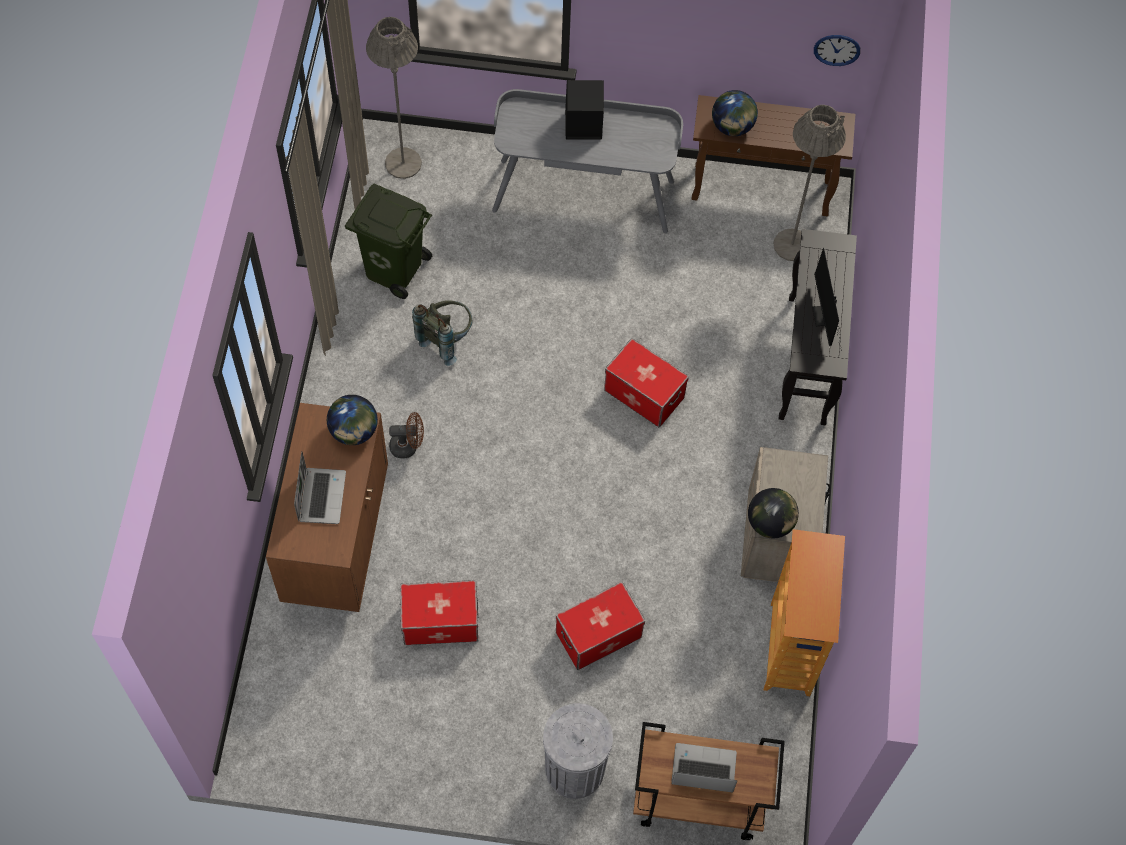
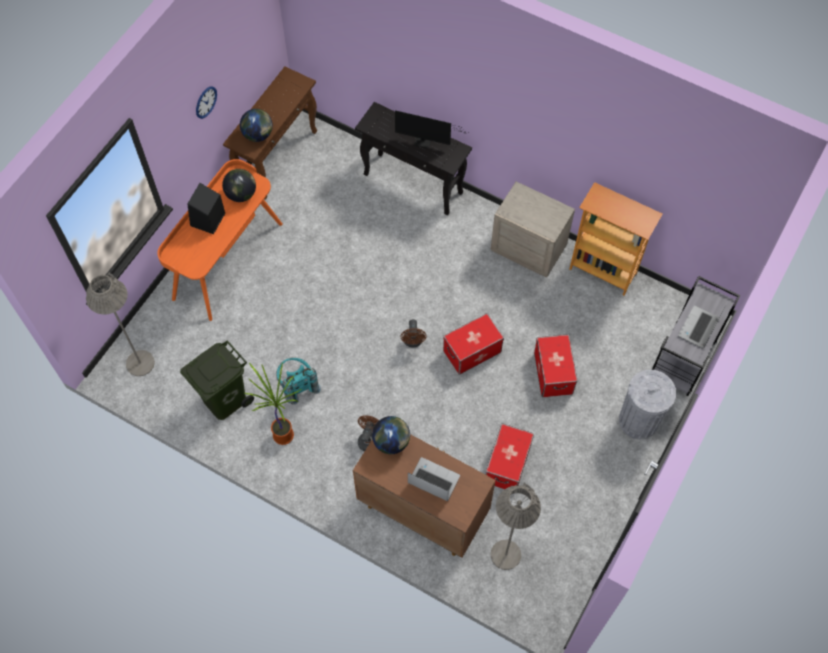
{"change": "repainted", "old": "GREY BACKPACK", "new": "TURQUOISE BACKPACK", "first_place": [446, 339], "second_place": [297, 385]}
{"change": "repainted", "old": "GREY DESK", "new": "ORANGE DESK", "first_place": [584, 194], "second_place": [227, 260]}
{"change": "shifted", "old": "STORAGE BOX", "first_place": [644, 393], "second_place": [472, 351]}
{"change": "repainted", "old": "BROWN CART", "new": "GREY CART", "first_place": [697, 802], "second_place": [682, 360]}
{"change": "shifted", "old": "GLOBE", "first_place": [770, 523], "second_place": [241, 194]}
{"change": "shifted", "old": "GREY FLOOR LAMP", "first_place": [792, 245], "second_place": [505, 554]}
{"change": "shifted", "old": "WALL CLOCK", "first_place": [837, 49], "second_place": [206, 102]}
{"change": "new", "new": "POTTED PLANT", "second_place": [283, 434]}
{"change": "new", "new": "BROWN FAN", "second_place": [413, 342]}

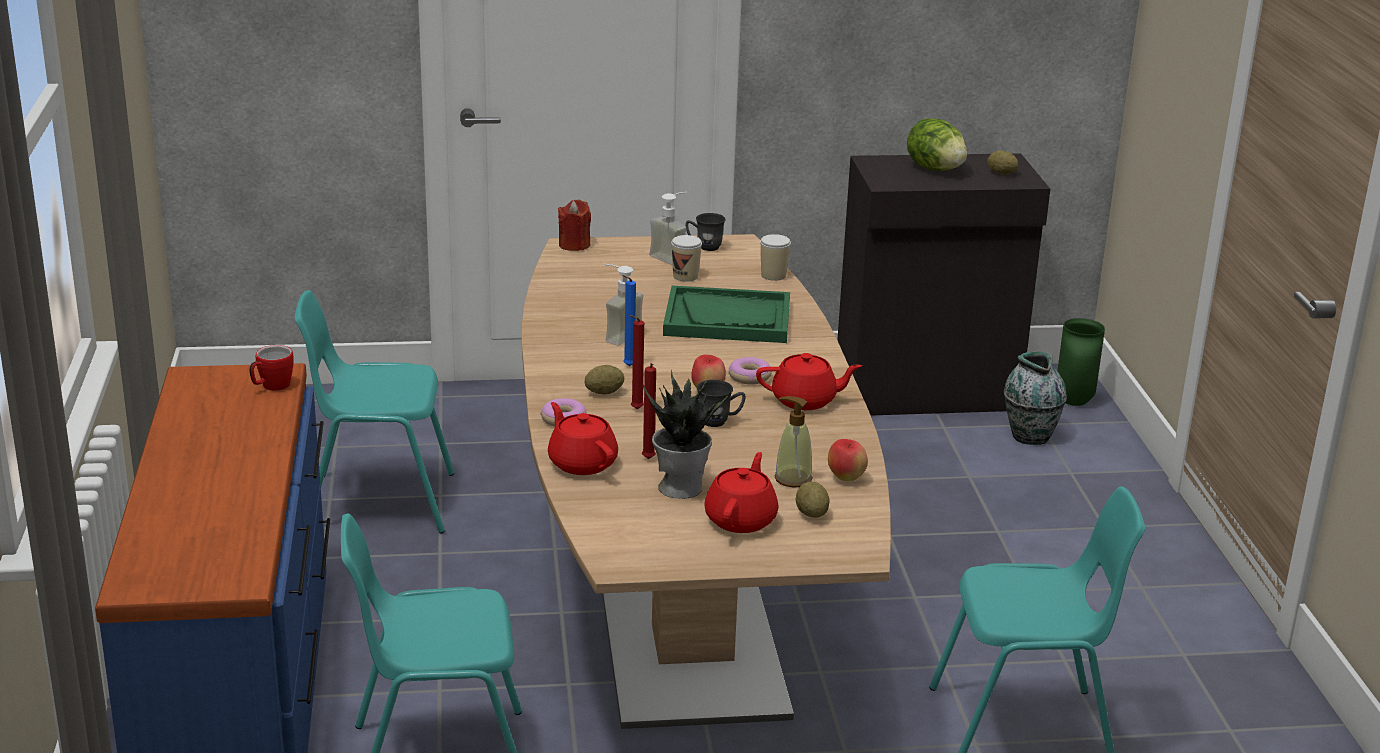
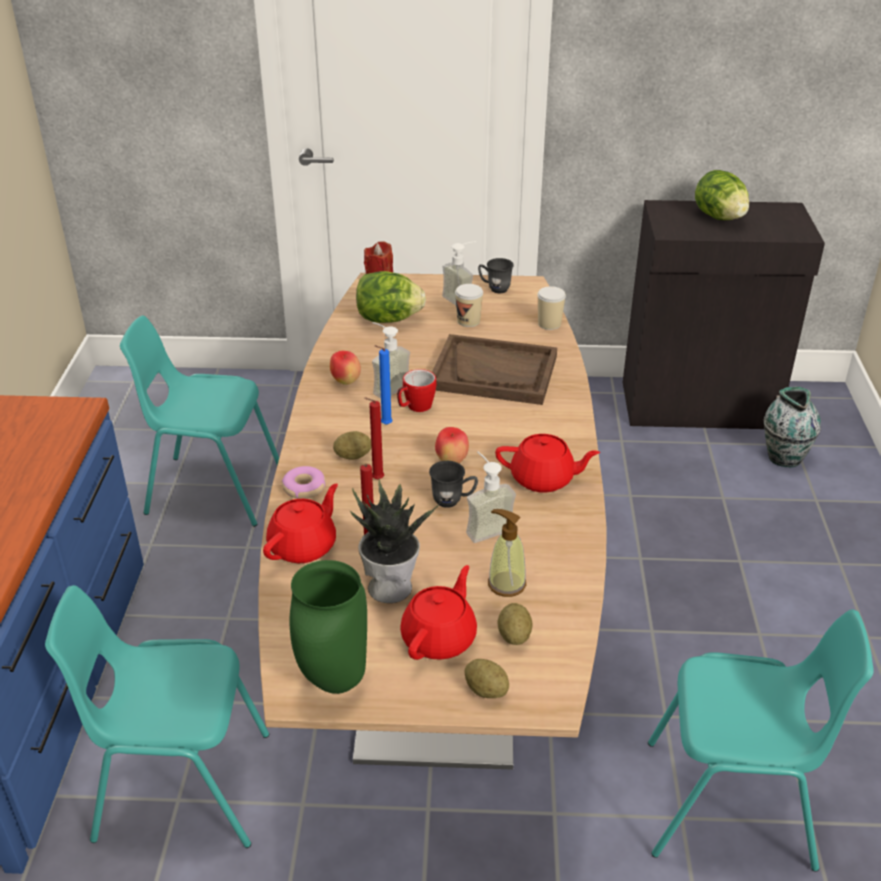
{"change": "shifted", "old": "MUG", "first_place": [271, 387], "second_place": [415, 407]}
{"change": "rotated", "old": "RED TEAPOT", "first_place": [582, 463], "second_place": [304, 546], "degrees": 60}
{"change": "repainted", "old": "GREEN TRAY", "new": "BROWN TRAY", "first_place": [728, 319], "second_place": [494, 372]}
{"change": "gone", "old": "DONUT", "first_place": [749, 377]}
{"change": "shifted", "old": "APPLE", "first_place": [846, 478], "second_place": [346, 381]}
{"change": "shifted", "old": "POTATO", "first_place": [1001, 173], "second_place": [486, 690]}
{"change": "shifted", "old": "GREEN VASE", "first_place": [1072, 401], "second_place": [332, 681]}
{"change": "new", "new": "LETTUCE", "second_place": [388, 319]}
{"change": "new", "new": "SOAP DISPENSER", "second_place": [485, 526]}

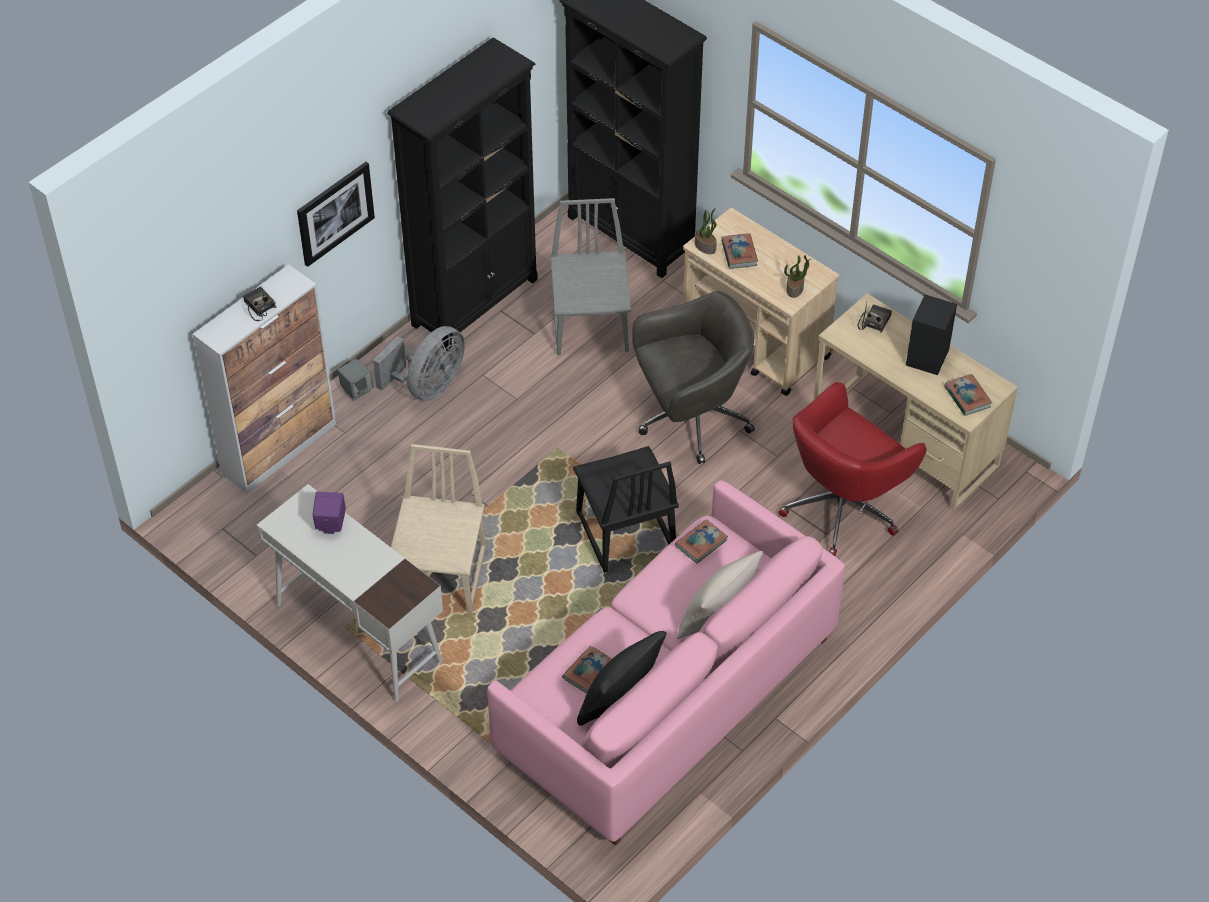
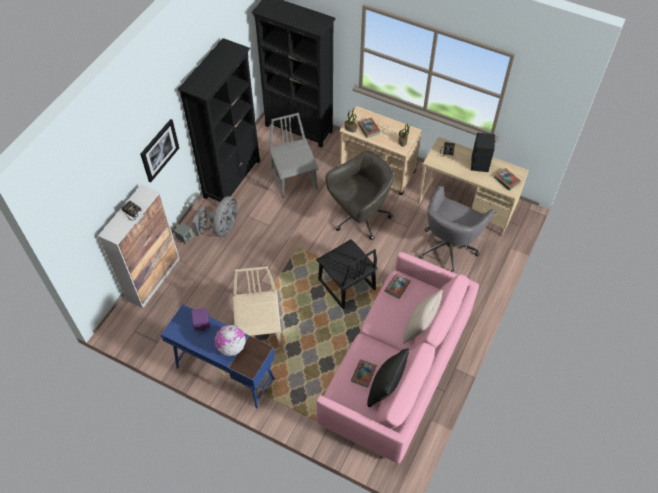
{"change": "repainted", "old": "WHITE DESK", "new": "BLUE DESK", "first_place": [358, 632], "second_place": [224, 373]}
{"change": "repainted", "old": "RED OFFICE CHAIR", "new": "GREY OFFICE CHAIR", "first_place": [843, 507], "second_place": [449, 247]}
{"change": "new", "new": "GLOBE", "second_place": [231, 347]}

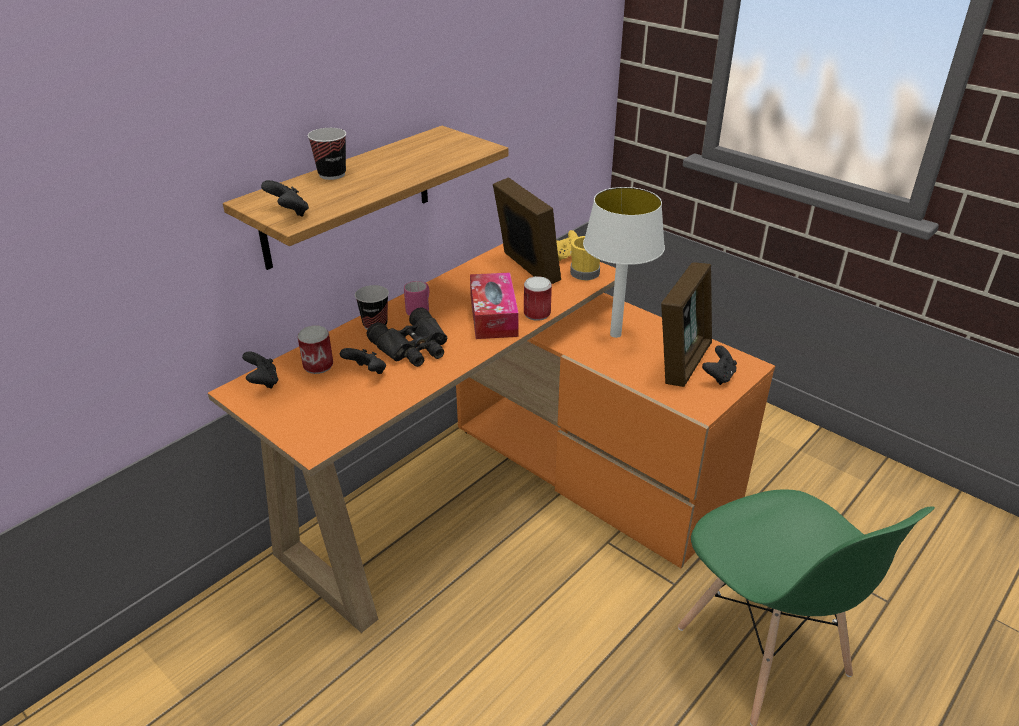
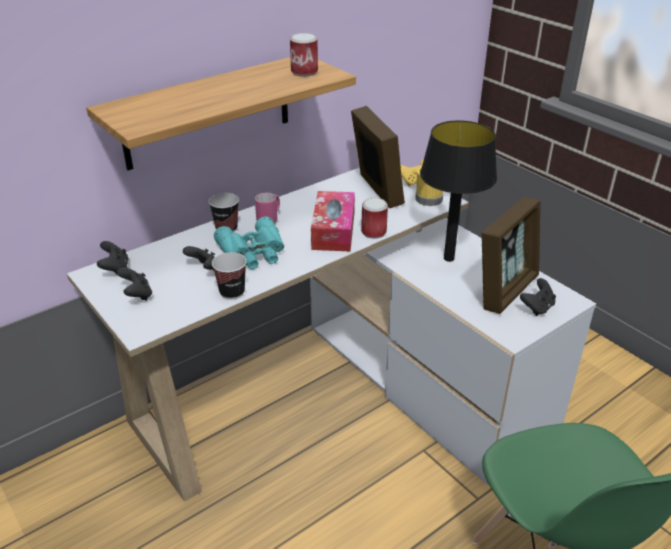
{"change": "repainted", "old": "ORANGE DESK", "new": "WHITE DESK", "first_place": [506, 493], "second_place": [340, 393]}
{"change": "shifted", "old": "BLACK GAME CONTROLLER", "first_place": [289, 213], "second_place": [137, 295]}
{"change": "shifted", "old": "CAN", "first_place": [318, 365], "second_place": [304, 72]}
{"change": "shifted", "old": "CUP", "first_place": [332, 174], "second_place": [232, 292]}
{"change": "repainted", "old": "BLACK BINOCULARS", "new": "TURQUOISE BINOCULARS", "first_place": [413, 347], "second_place": [254, 252]}
{"change": "repainted", "old": "WHITE TABLE LAMP", "new": "BLACK TABLE LAMP", "first_place": [615, 334], "second_place": [448, 258]}

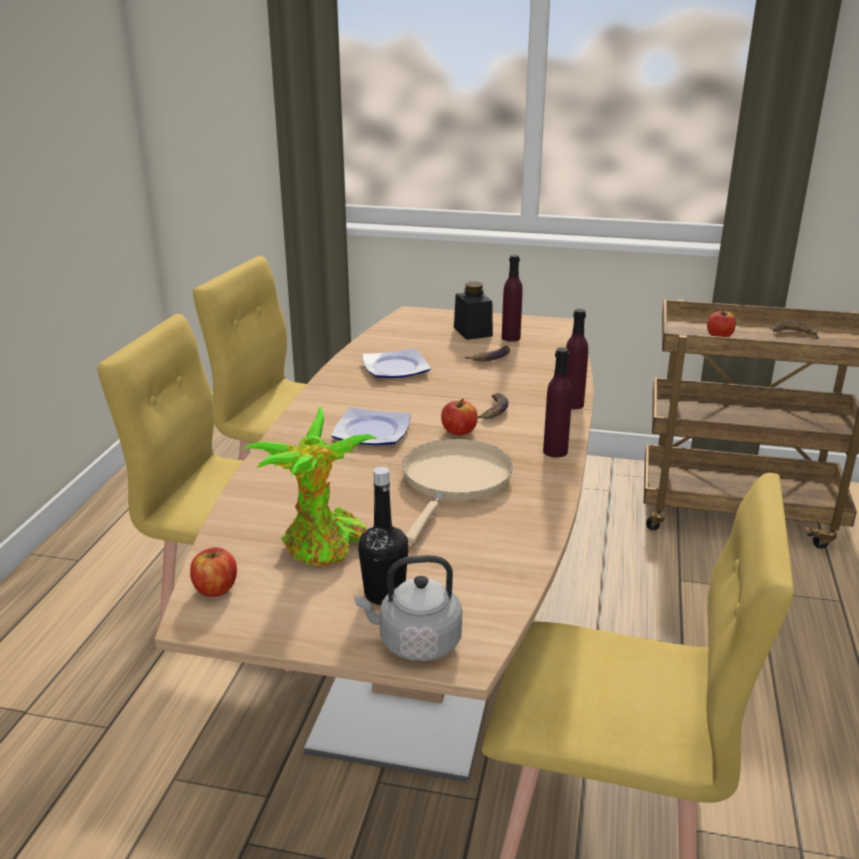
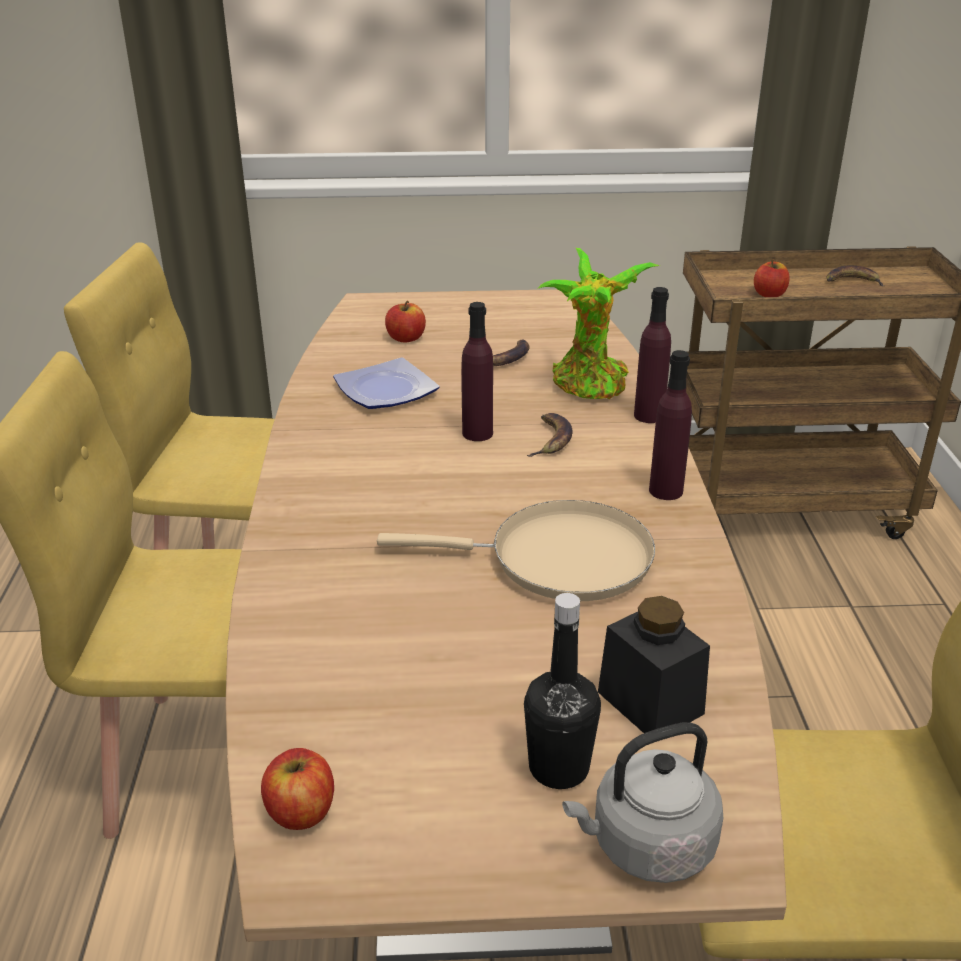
{"change": "shifted", "old": "POTTED PLANT", "first_place": [322, 547], "second_place": [590, 386]}
{"change": "gone", "old": "PLATE", "first_place": [373, 431]}
{"change": "rotated", "old": "BEIGE FRYING PAN", "first_place": [454, 481], "second_place": [558, 559], "degrees": 90}
{"change": "shifted", "old": "APPLE", "first_place": [459, 431], "second_place": [406, 338]}
{"change": "shifted", "old": "BLACK JAR", "first_place": [473, 332], "second_place": [650, 703]}
{"change": "shifted", "old": "PURPLE BOTTLE", "first_place": [511, 338], "second_place": [477, 433]}

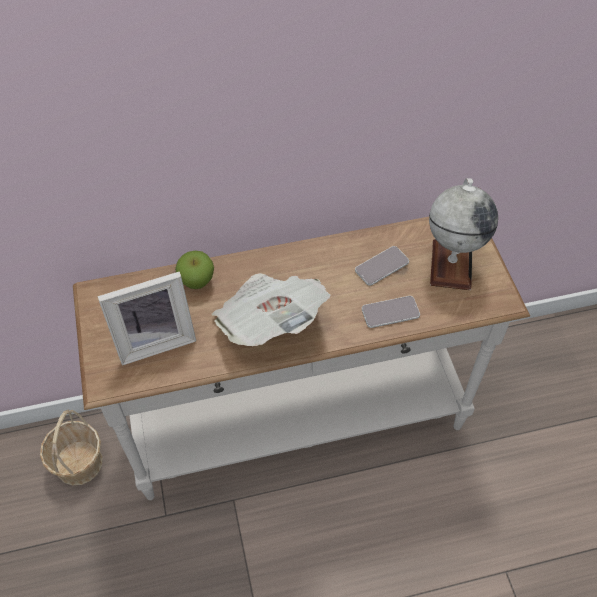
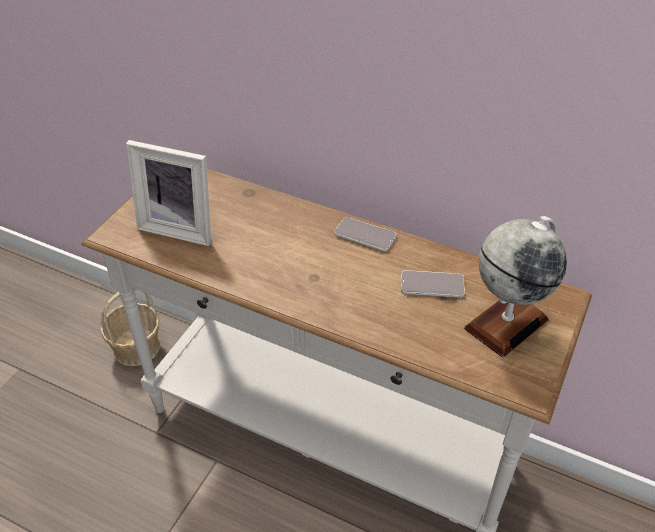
{"change": "gone", "old": "APPLE", "first_place": [197, 281]}
{"change": "gone", "old": "NEWSPAPER", "first_place": [270, 322]}
{"change": "shifted", "old": "PHONE", "first_place": [390, 312], "second_place": [365, 235]}

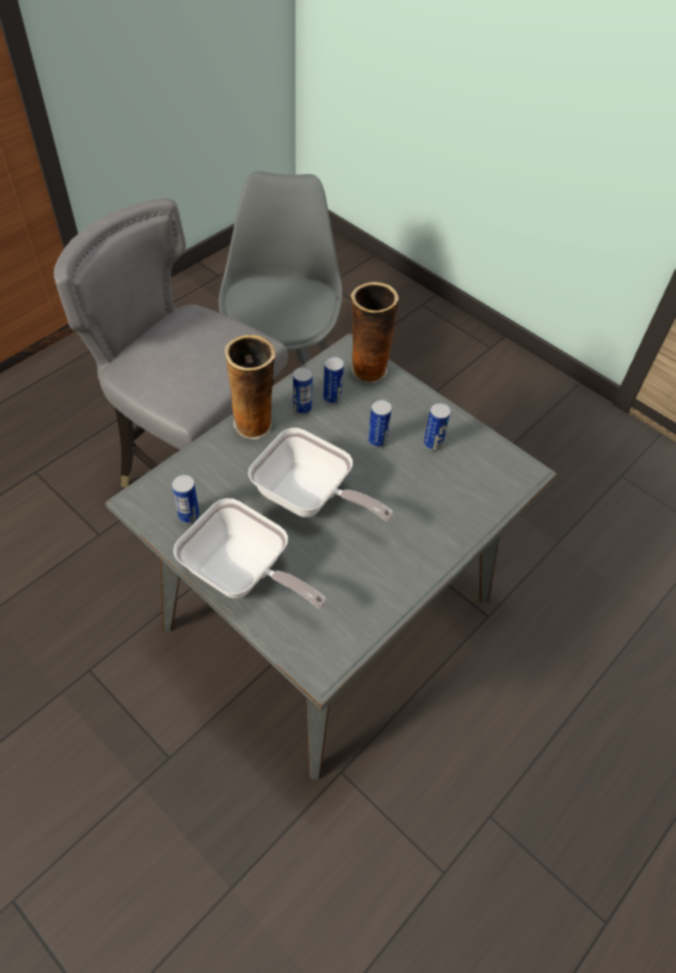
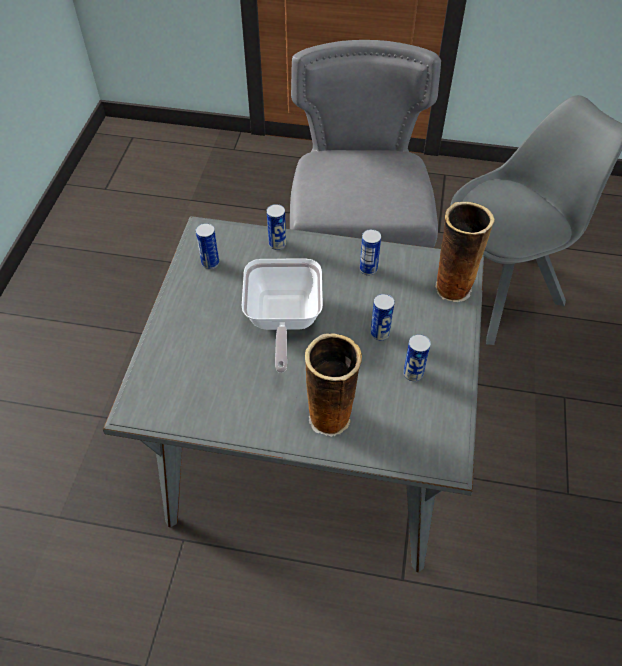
{"change": "gone", "old": "FRYING PAN", "first_place": [243, 575]}
{"change": "shifted", "old": "VASE", "first_place": [254, 424], "second_place": [331, 419]}
{"change": "shifted", "old": "CAN", "first_place": [332, 398], "second_place": [277, 244]}

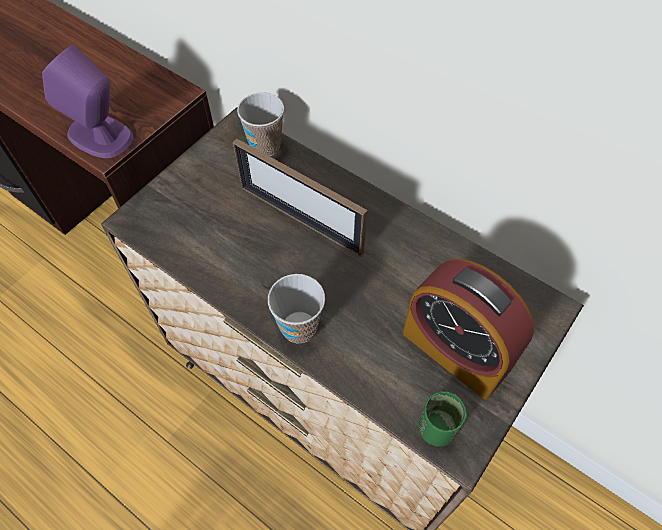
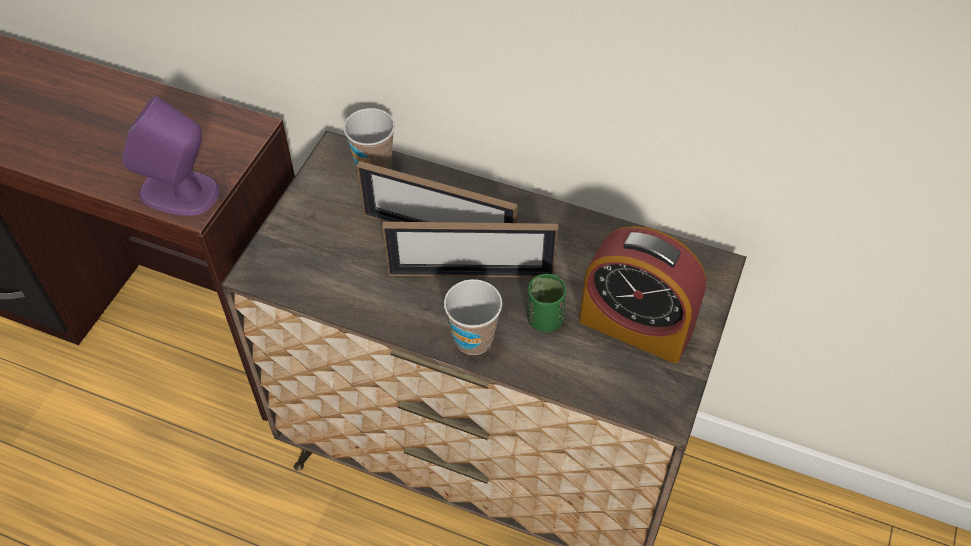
{"change": "shifted", "old": "GREEN CUP", "first_place": [436, 428], "second_place": [544, 319]}
{"change": "new", "new": "PICTURE FRAME", "second_place": [471, 274]}

